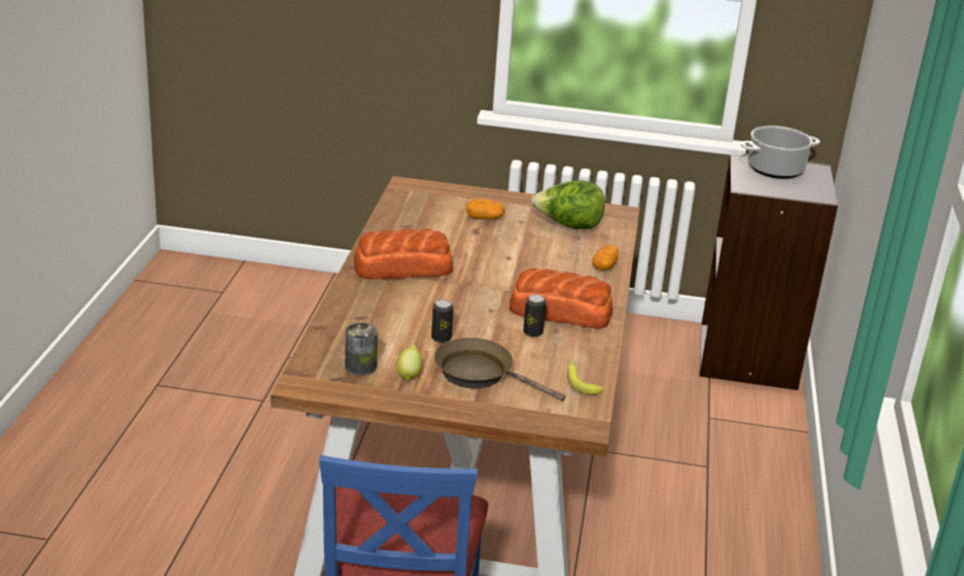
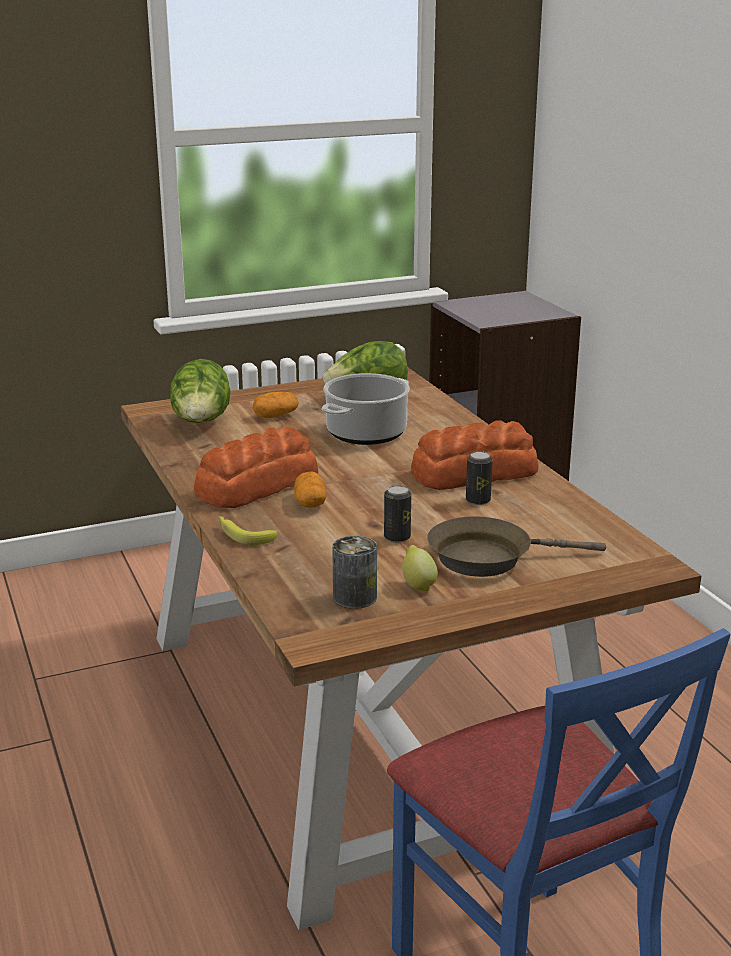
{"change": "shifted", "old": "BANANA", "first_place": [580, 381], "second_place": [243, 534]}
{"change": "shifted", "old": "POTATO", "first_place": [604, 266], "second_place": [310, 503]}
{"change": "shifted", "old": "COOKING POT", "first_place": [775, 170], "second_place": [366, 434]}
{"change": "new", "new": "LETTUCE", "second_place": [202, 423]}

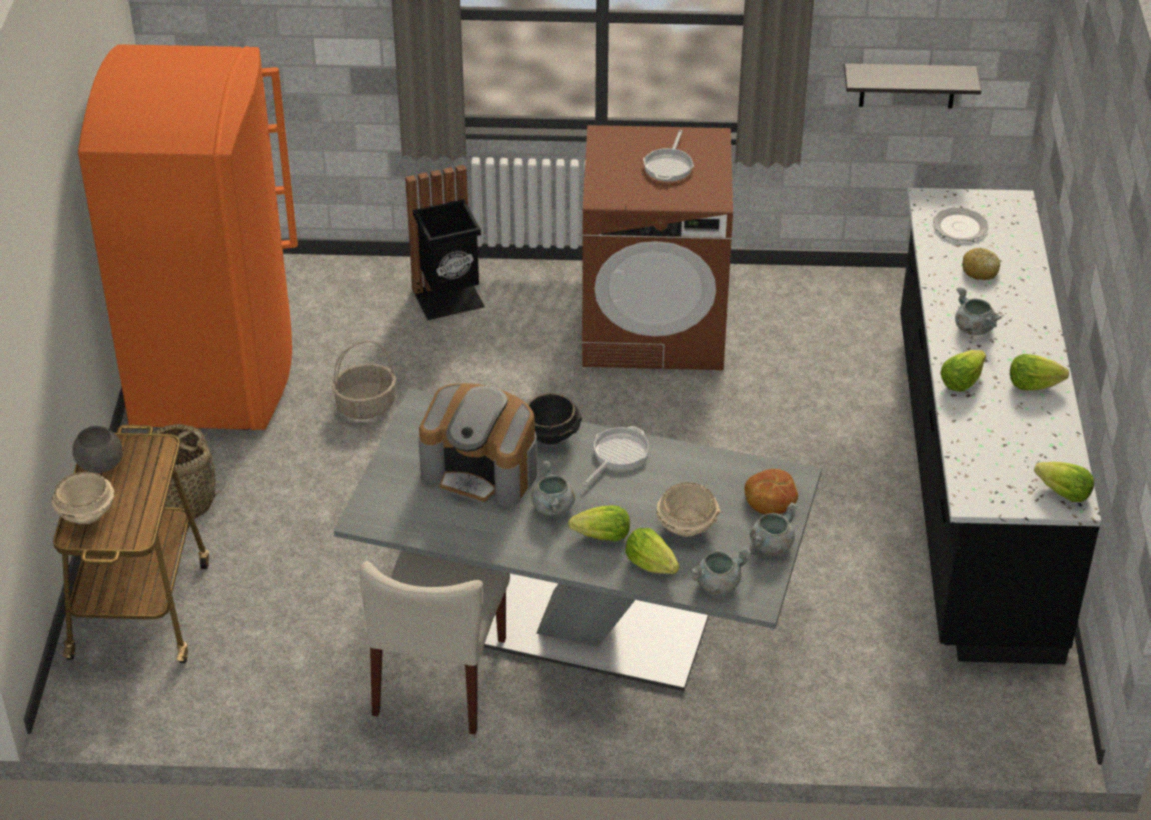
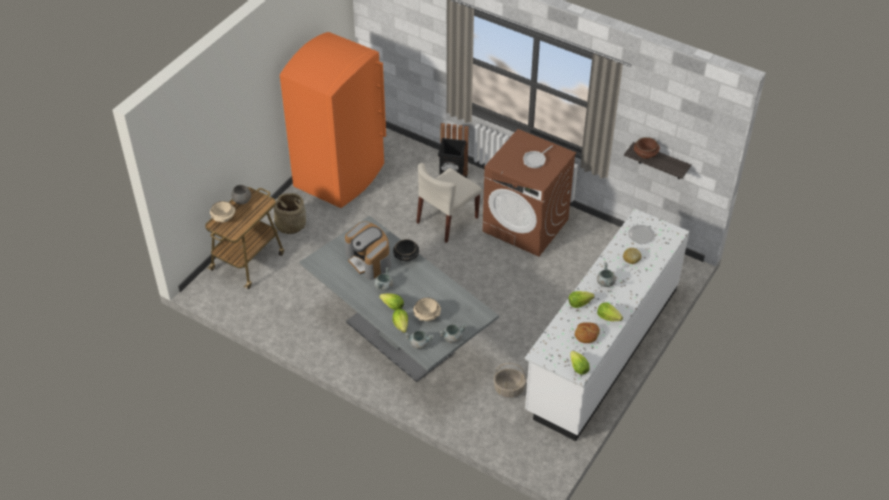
{"change": "shifted", "old": "BASKET", "first_place": [365, 406], "second_place": [508, 389]}
{"change": "shifted", "old": "BEIGE CHAIR", "first_place": [440, 680], "second_place": [447, 220]}
{"change": "gone", "old": "FRYING PAN", "first_place": [618, 454]}
{"change": "shifted", "old": "BREAD", "first_place": [770, 498], "second_place": [586, 335]}
{"change": "repainted", "old": "BLACK COUNTER", "new": "WHITE COUNTER", "first_place": [971, 483], "second_place": [602, 349]}
{"change": "new", "new": "BROWN BOWL", "second_place": [645, 155]}

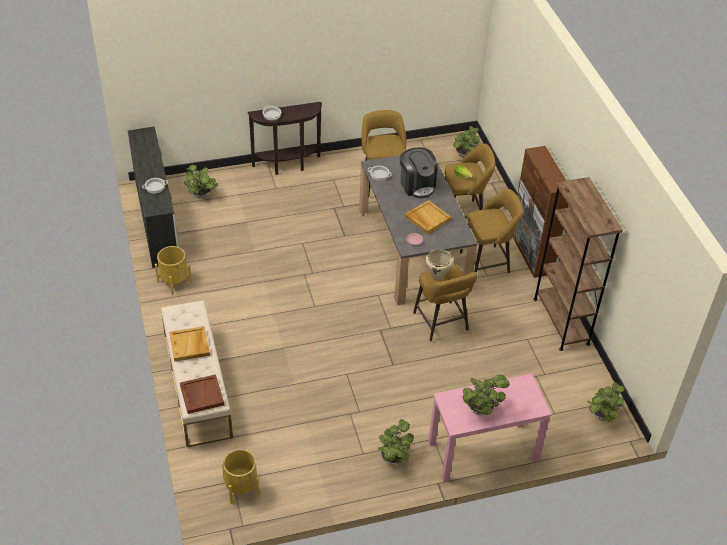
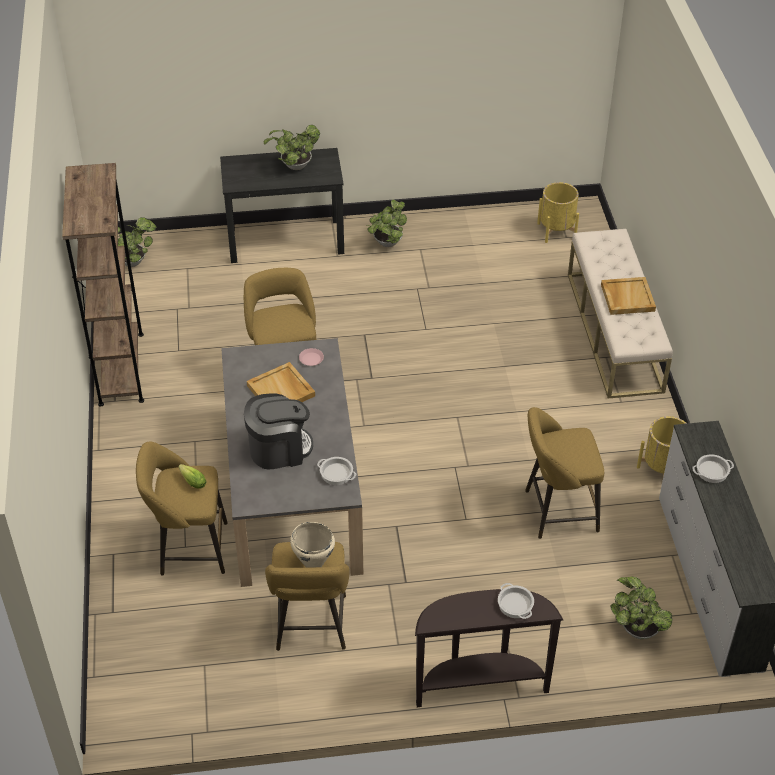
{"change": "gone", "old": "BROWN TRAY", "first_place": [201, 395]}
{"change": "rotated", "old": "COFFEE MACHINE", "first_place": [417, 185], "second_place": [279, 449], "degrees": 90}
{"change": "shifted", "old": "BEIGE COOKING POT", "first_place": [437, 277], "second_place": [313, 564]}
{"change": "repainted", "old": "PINK DESK", "new": "BLACK DESK", "first_place": [482, 451], "second_place": [286, 240]}
{"change": "gone", "old": "POTTED PLANT", "first_place": [464, 155]}
{"change": "shifted", "old": "YELLOW STOOL", "first_place": [487, 262], "second_place": [556, 511]}
{"change": "gone", "old": "BROWN CABINET", "first_place": [531, 253]}

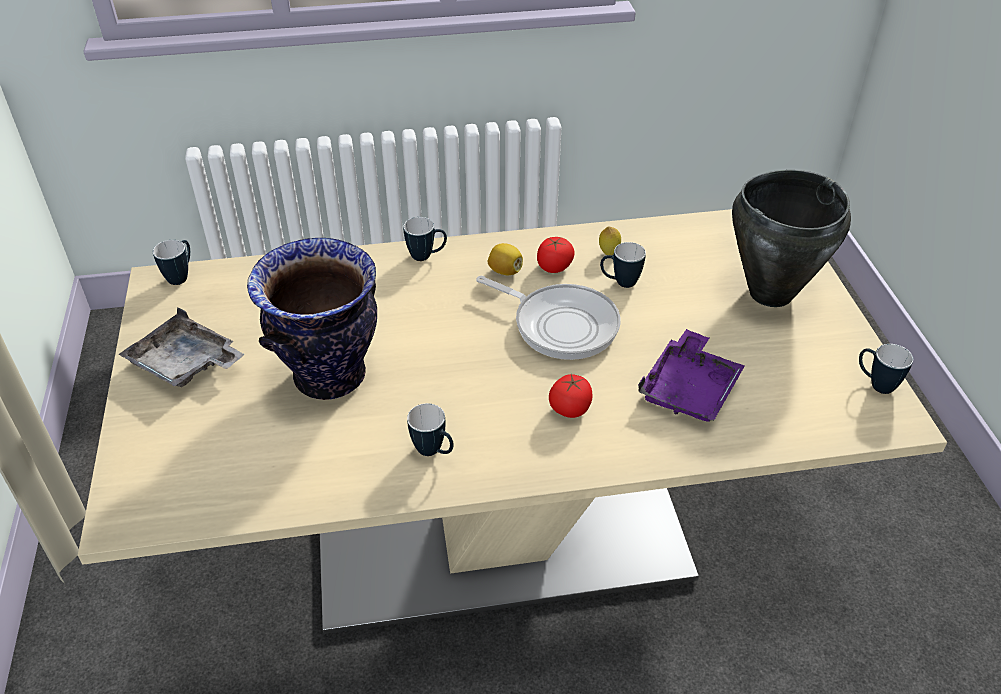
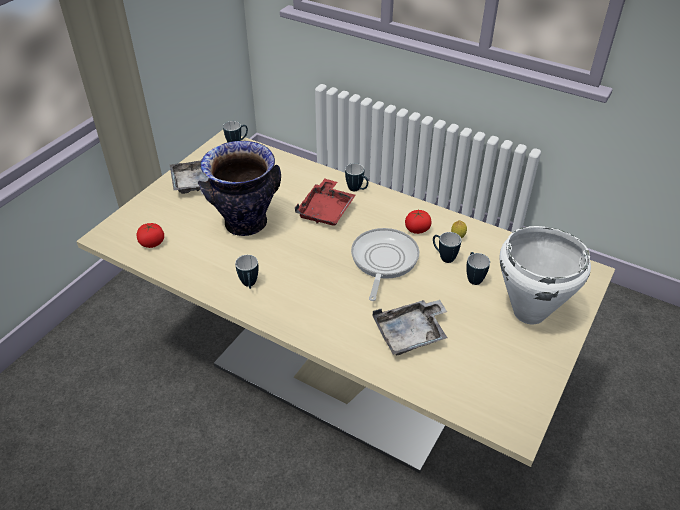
{"change": "rotated", "old": "FRYING PAN", "first_place": [560, 324], "second_place": [383, 261], "degrees": -150}
{"change": "gone", "old": "LEMON", "first_place": [505, 271]}
{"change": "shifted", "old": "TOMATO", "first_place": [570, 408], "second_place": [152, 243]}
{"change": "repainted", "old": "PURPLE TRAY", "new": "GREY TRAY", "first_place": [689, 389], "second_place": [411, 334]}
{"change": "repainted", "old": "BLACK COOKING POT", "new": "WHITE COOKING POT", "first_place": [769, 293], "second_place": [528, 312]}
{"change": "shifted", "old": "MUG", "first_place": [875, 384], "second_place": [473, 277]}
{"change": "new", "new": "RED TRAY", "second_place": [326, 210]}

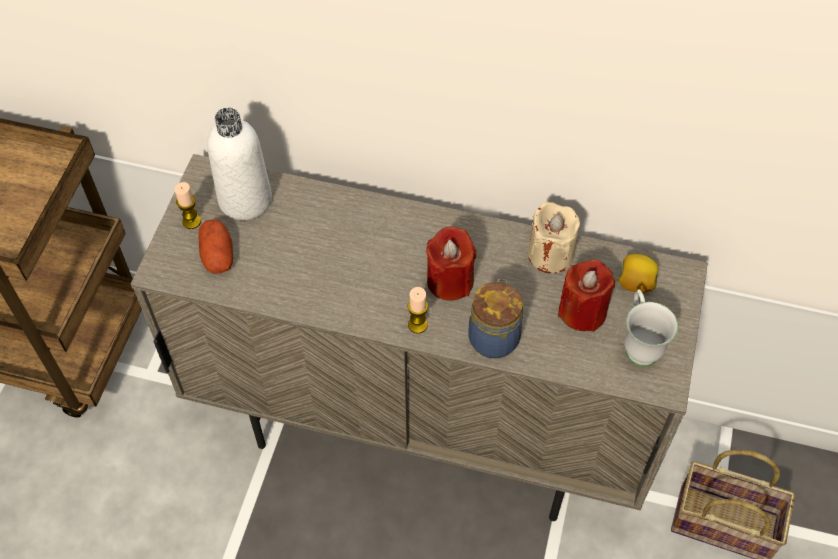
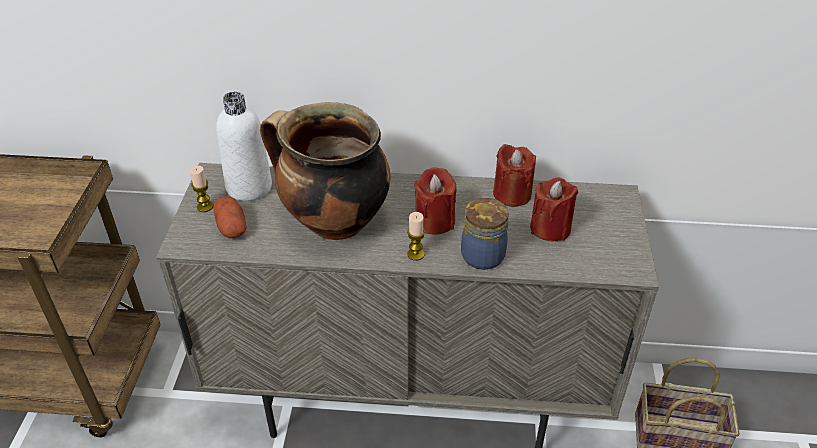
{"change": "repainted", "old": "BEIGE CANDLE", "new": "RED CANDLE", "first_place": [550, 254], "second_place": [512, 194]}
{"change": "gone", "old": "LEMON", "first_place": [635, 283]}
{"change": "gone", "old": "WHITE MUG", "first_place": [639, 344]}
{"change": "new", "new": "COOKING POT", "second_place": [333, 223]}

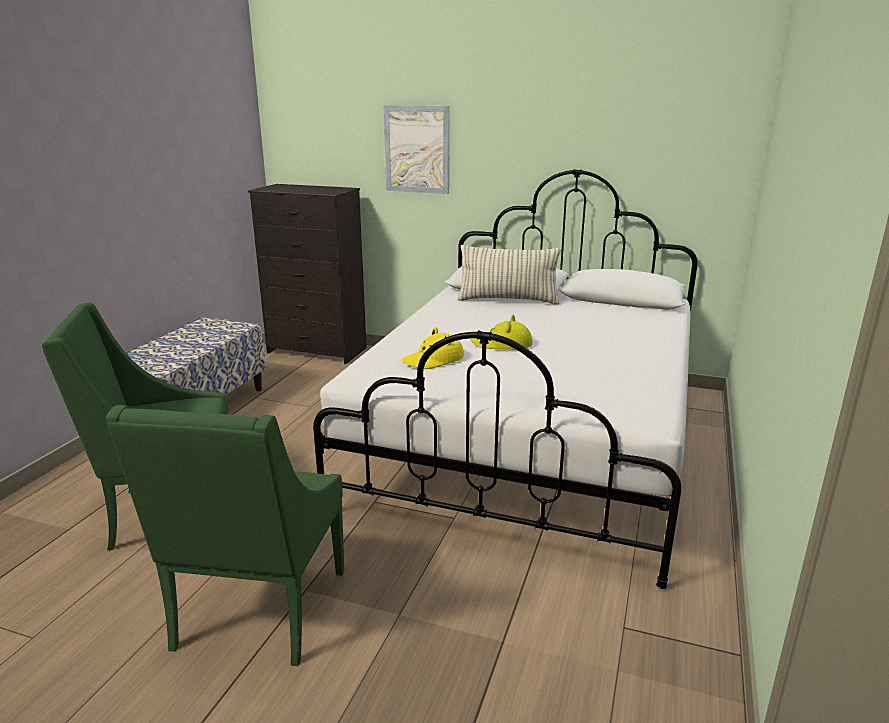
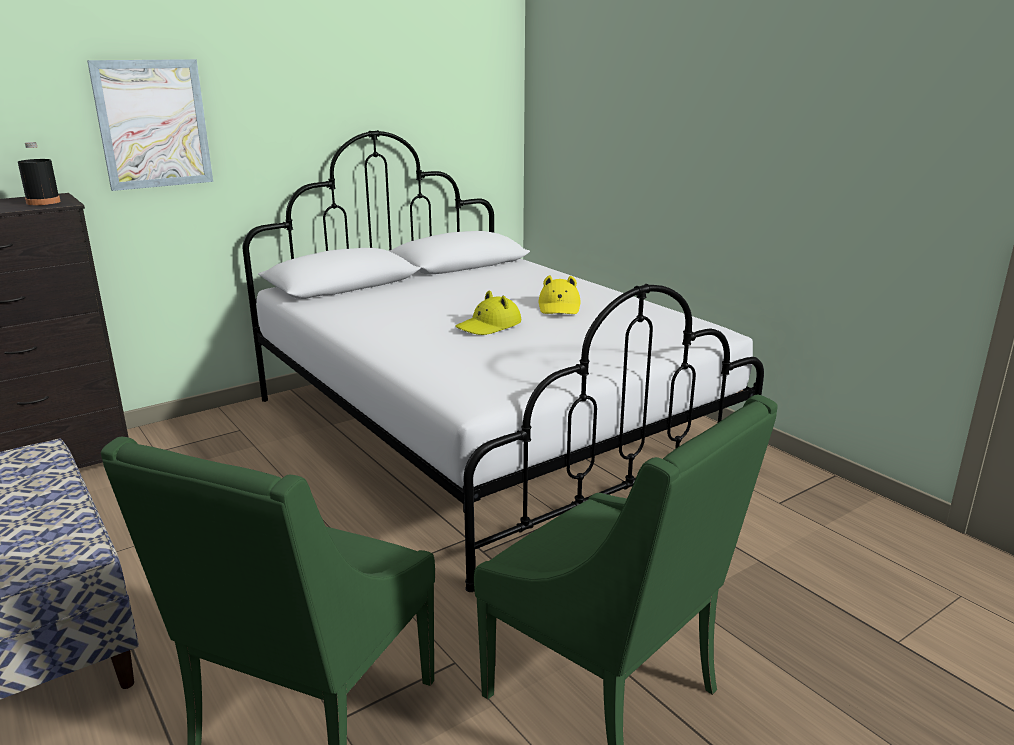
{"change": "shifted", "old": "YELLOW HAT", "first_place": [433, 360], "second_place": [559, 307]}
{"change": "gone", "old": "PILLOW", "first_place": [508, 300]}
{"change": "new", "new": "BLACK BOTTLE", "second_place": [43, 202]}

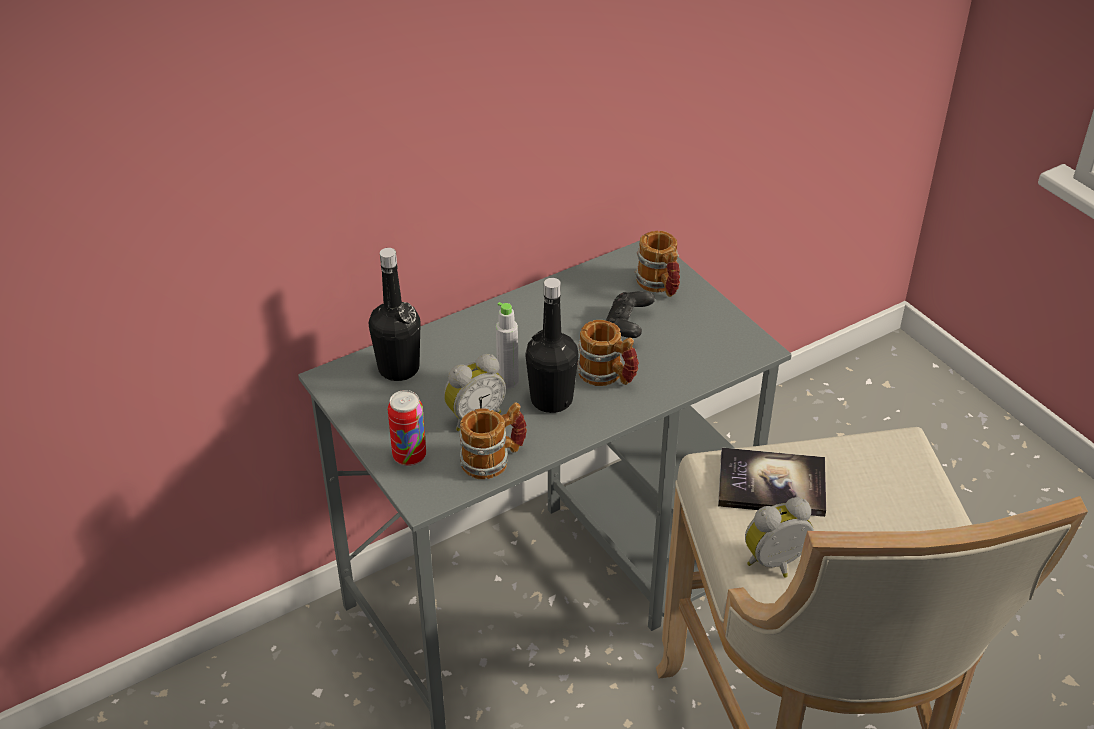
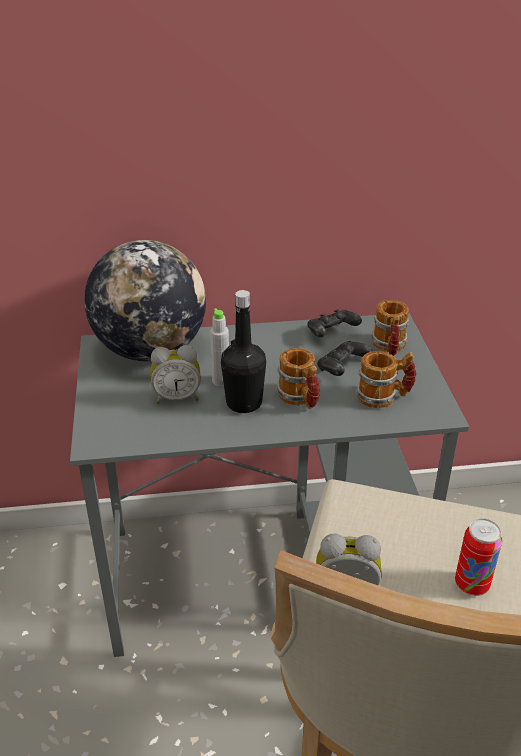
{"change": "swapped", "old": "BLACK BOTTLE", "new": "GLOBE", "first_place": [398, 368], "second_place": [150, 350]}
{"change": "shifted", "old": "CAN", "first_place": [409, 456], "second_place": [471, 584]}
{"change": "shifted", "old": "MUG", "first_place": [494, 459], "second_place": [384, 397]}
{"change": "gone", "old": "BOOK", "first_place": [771, 484]}
{"change": "new", "new": "BLACK GAME CONTROLLER", "second_place": [331, 333]}

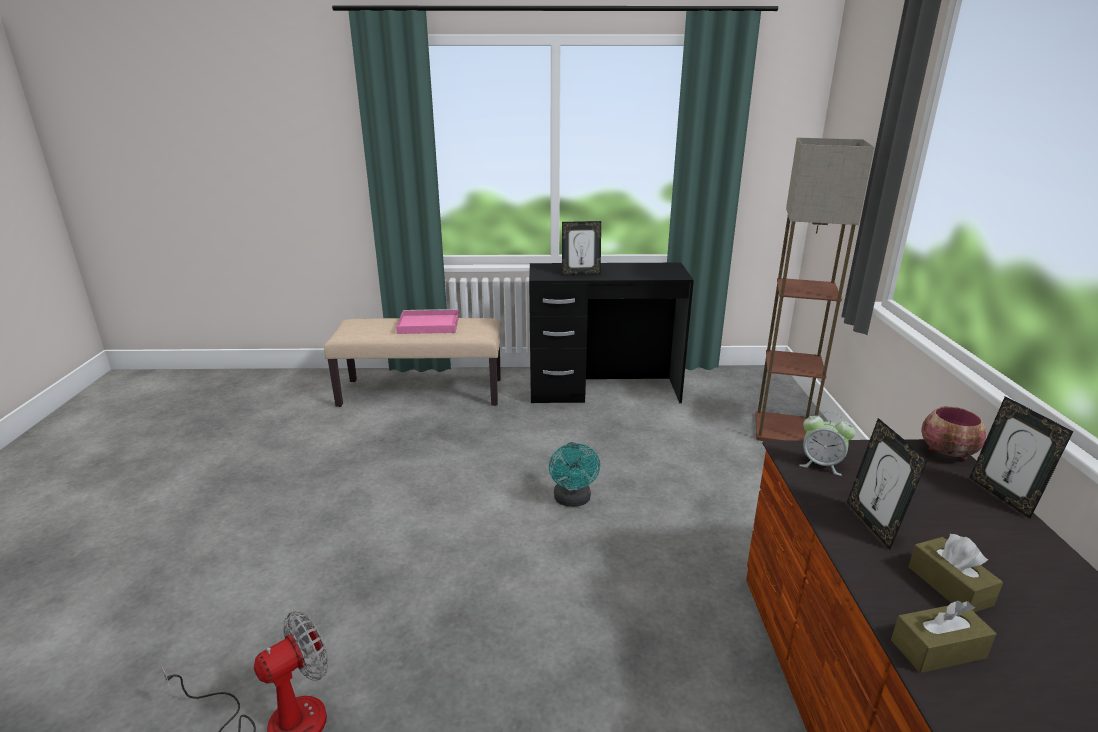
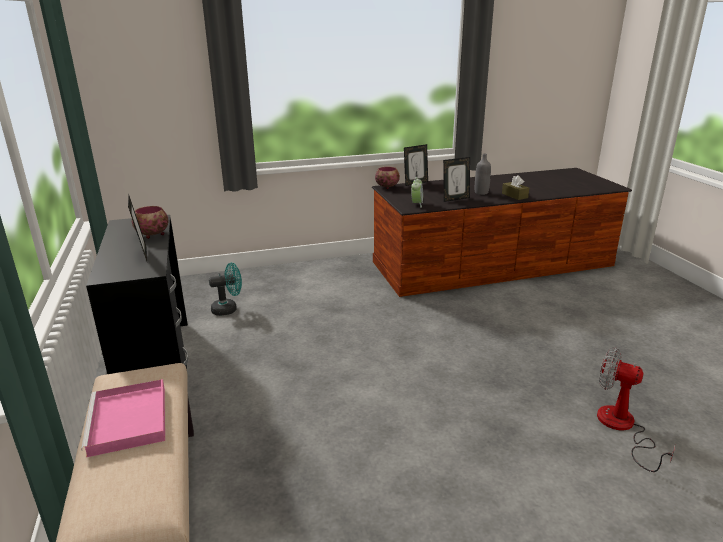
{"change": "shifted", "old": "TURQUOISE FAN", "first_place": [573, 500], "second_place": [228, 309]}
{"change": "gone", "old": "FLOOR LAMP", "first_place": [782, 429]}
{"change": "swapped", "old": "BROWN TISSUE BOX", "new": "GREY BOTTLE", "first_place": [949, 586], "second_place": [481, 192]}
{"change": "new", "new": "BOWL", "second_place": [152, 235]}

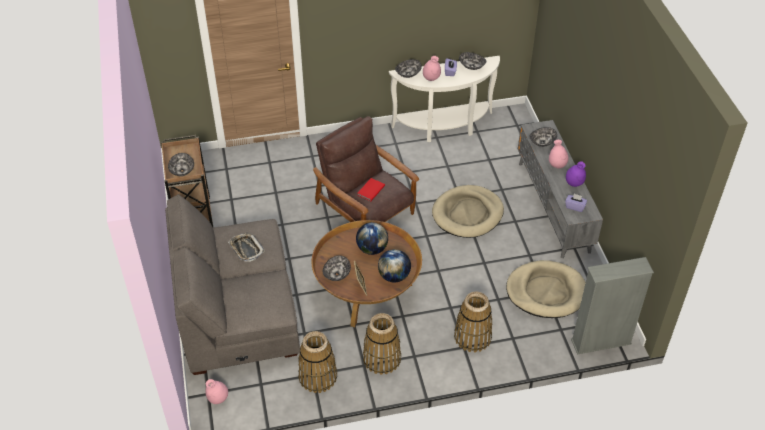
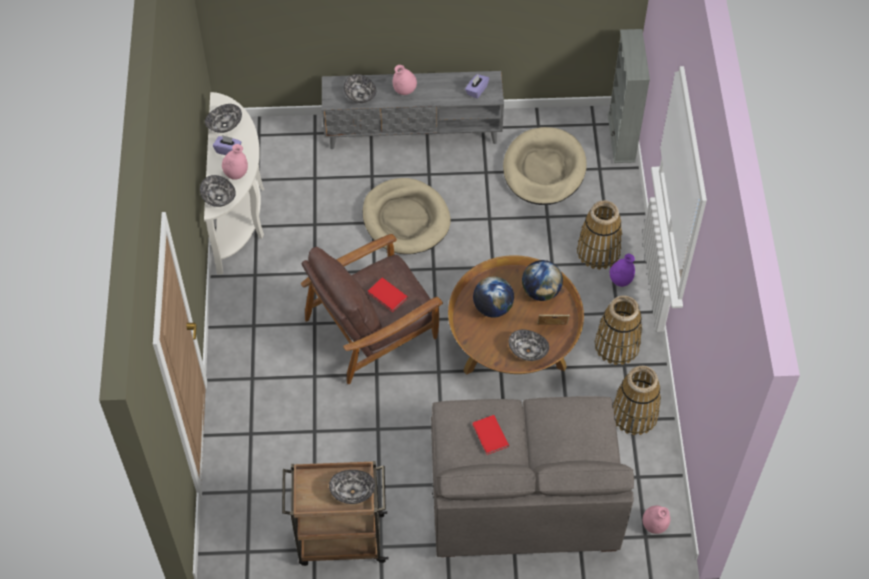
{"change": "swapped", "old": "TRAY", "new": "RED BOOK", "first_place": [246, 249], "second_place": [489, 436]}
{"change": "shifted", "old": "PURPLE VASE", "first_place": [574, 183], "second_place": [621, 280]}

